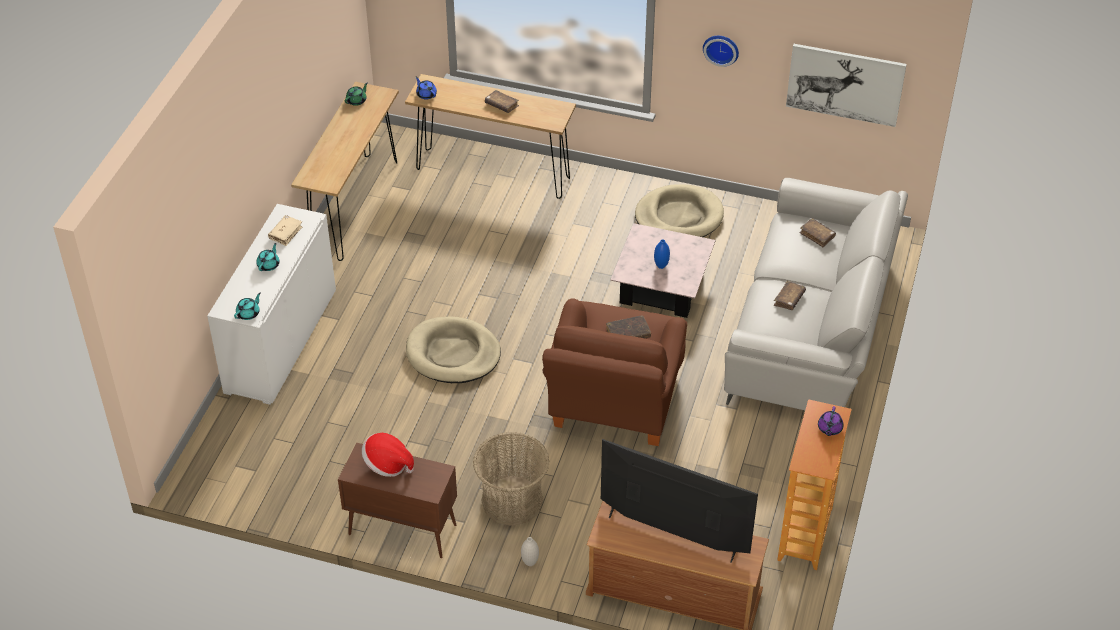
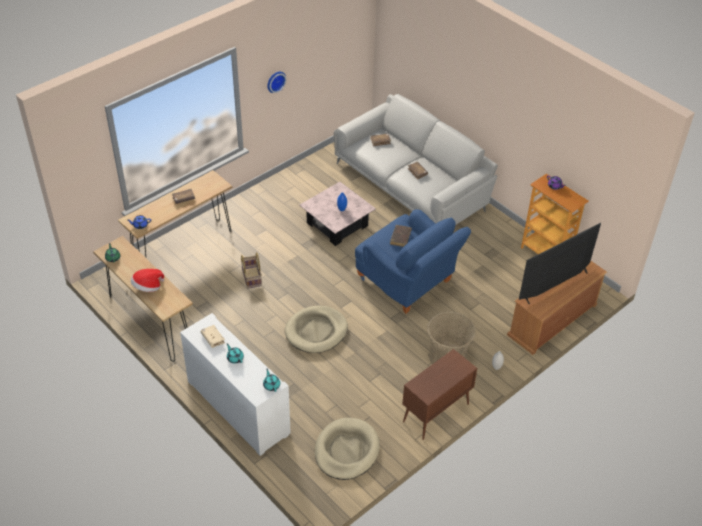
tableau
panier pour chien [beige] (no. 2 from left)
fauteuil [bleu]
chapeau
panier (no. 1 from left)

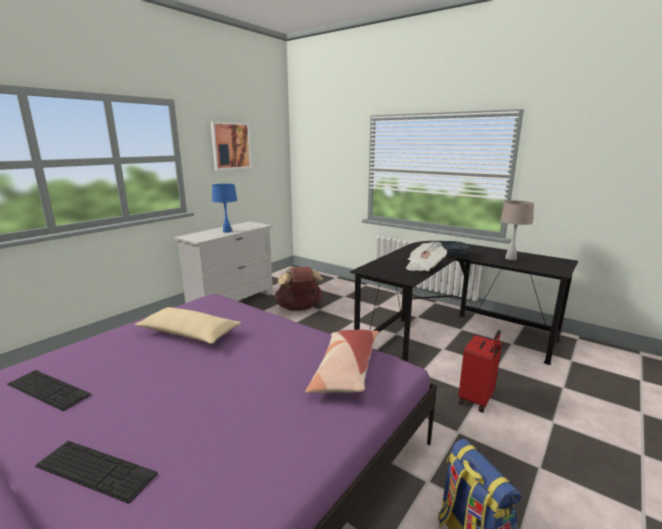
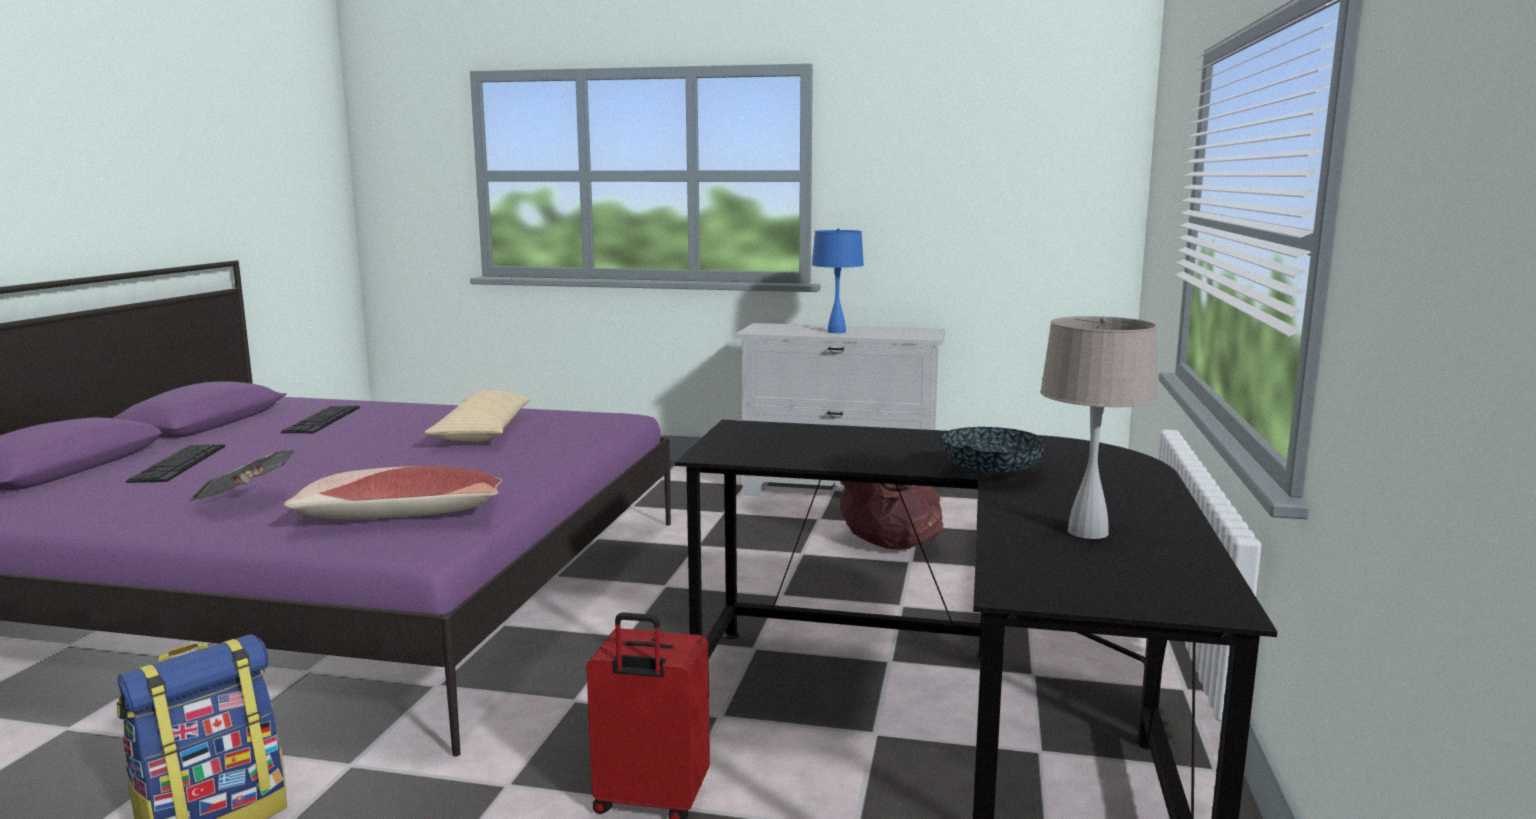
tableau
journal

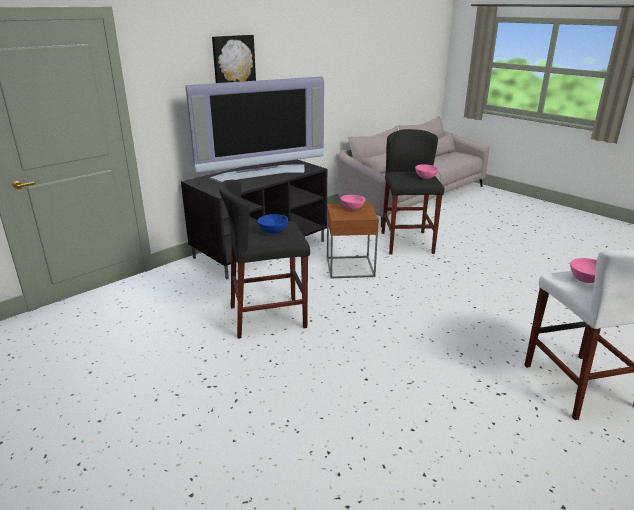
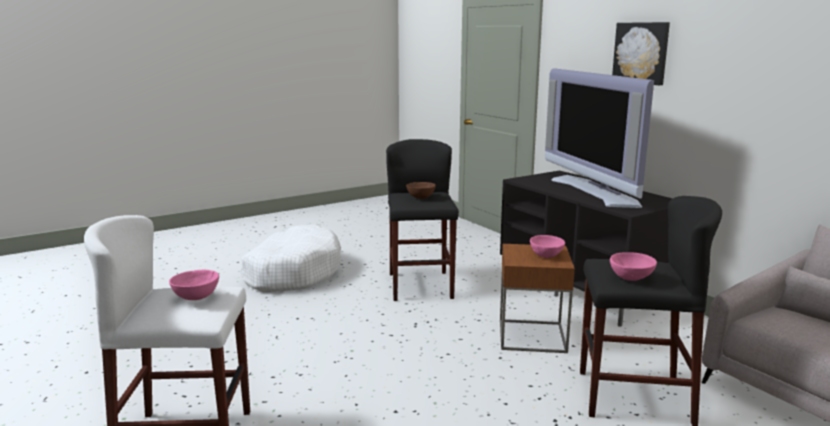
bol [marron]
panier pour chien [blanc]

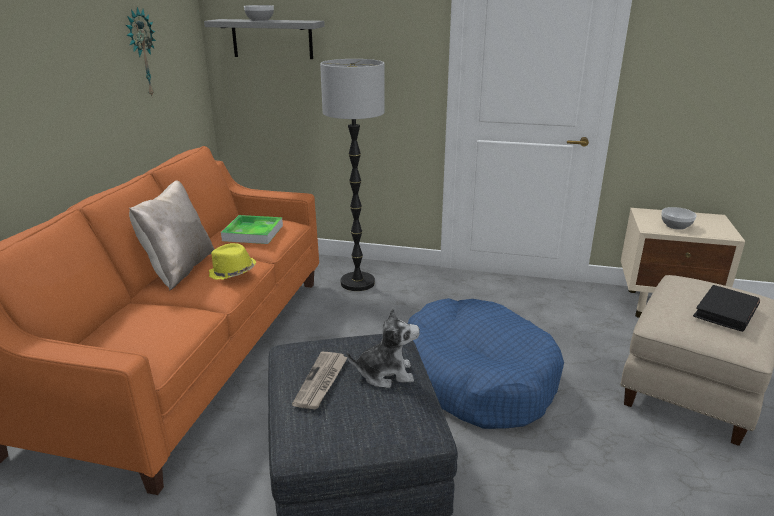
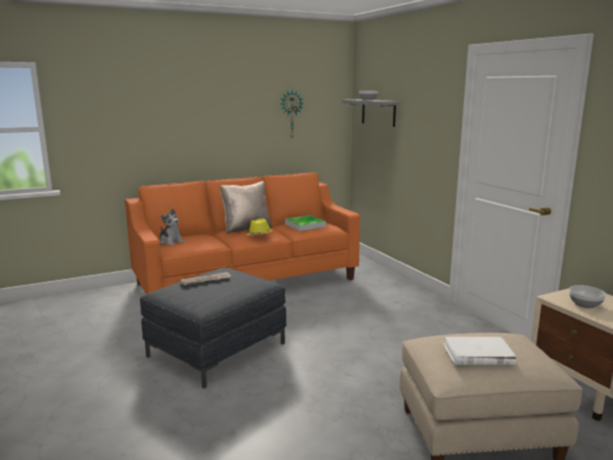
lampadaire
livre [blanc]
panier pour chien [bleu]
peluche

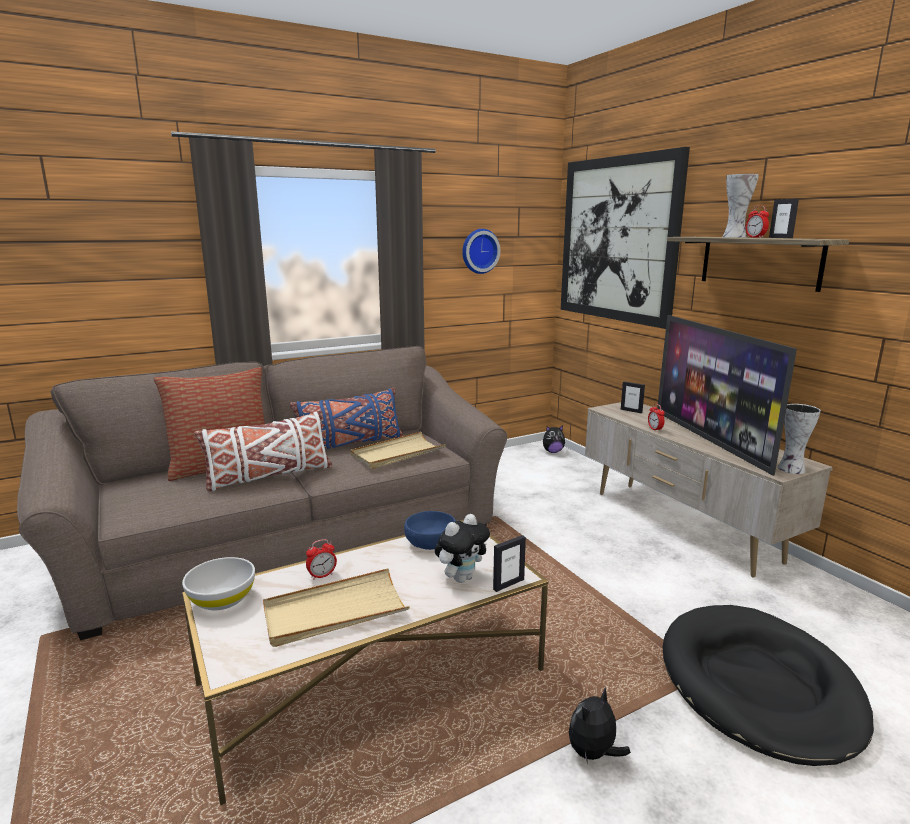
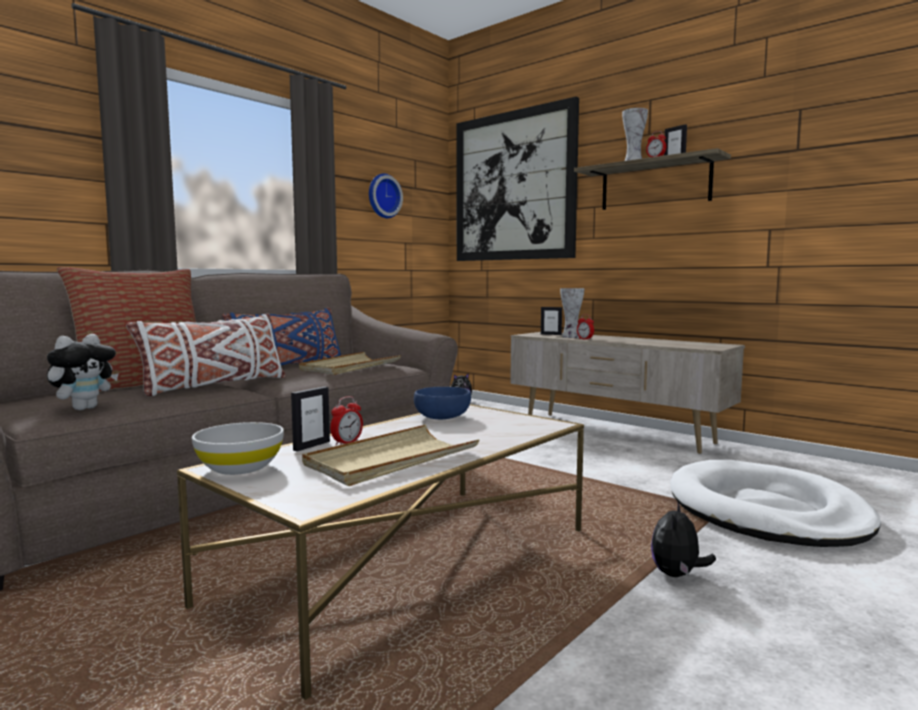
téléviseur
vase (no. 1 from left)
peluche (no. 1 from left)
cadre photo (no. 1 from left)
panier pour chien [blanc]

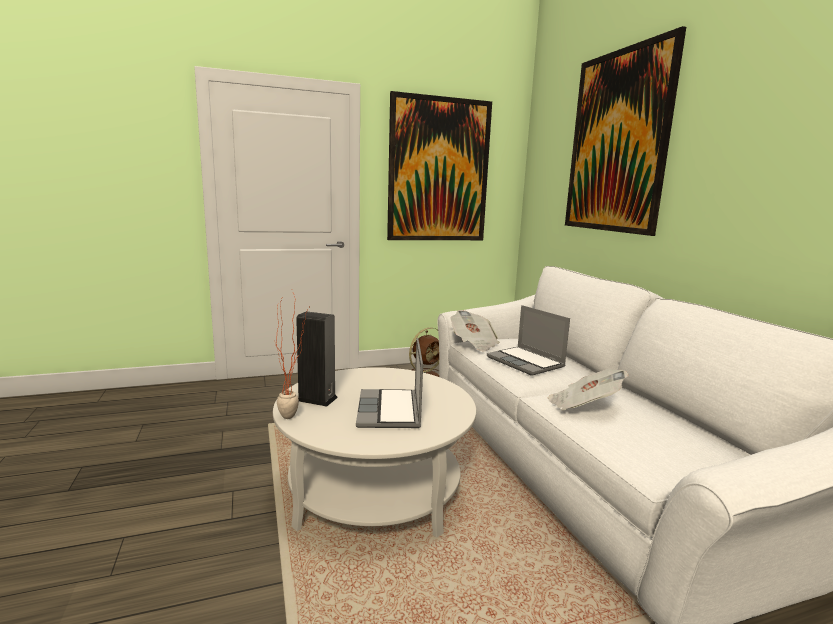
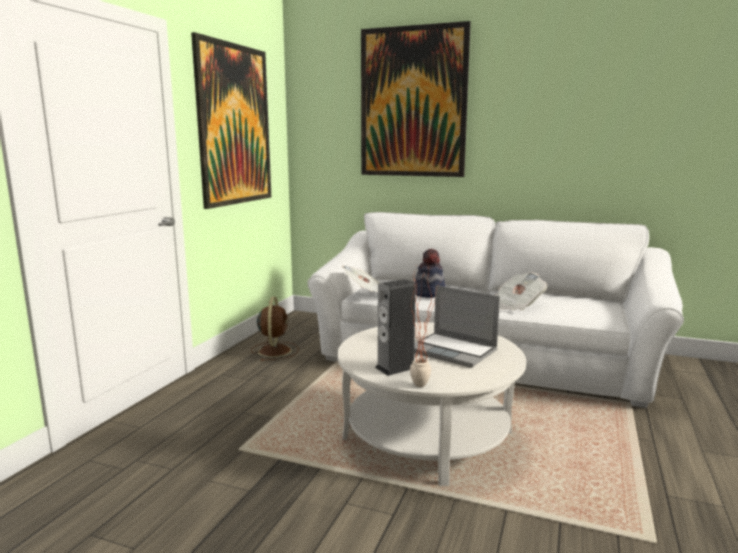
chapeau

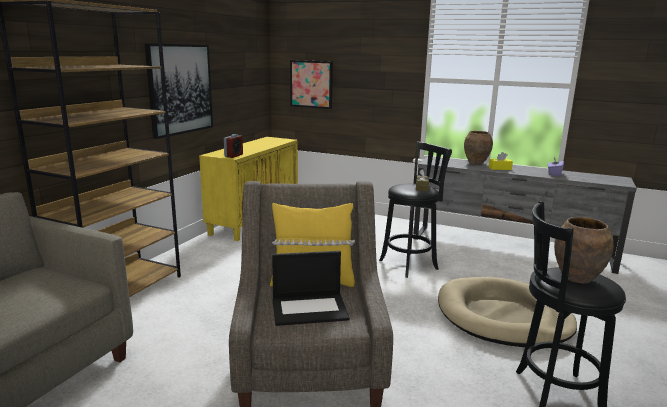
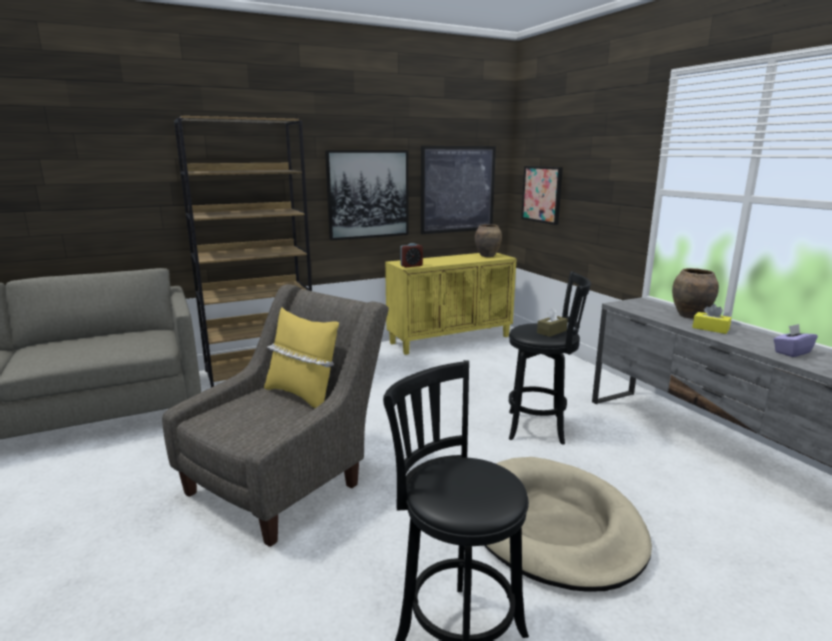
vase [marron] (no. 1 from left)
ordinateur portable
tableau (no. 2 from left)

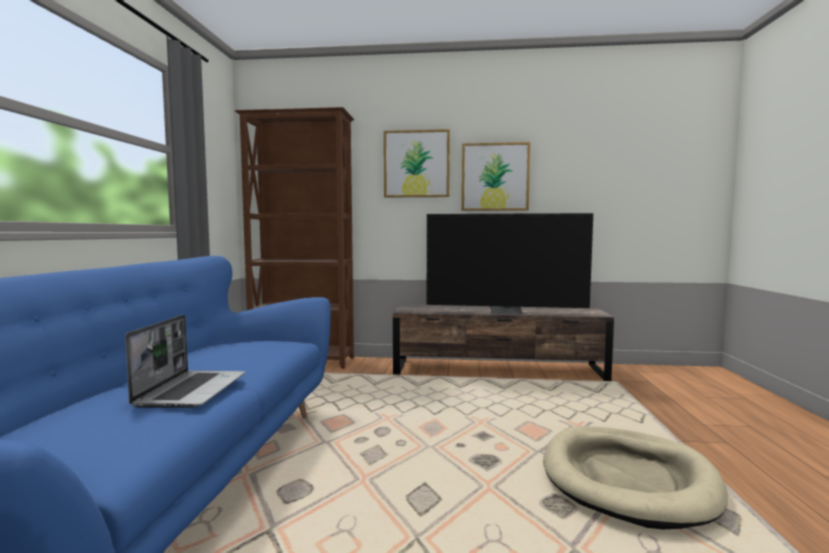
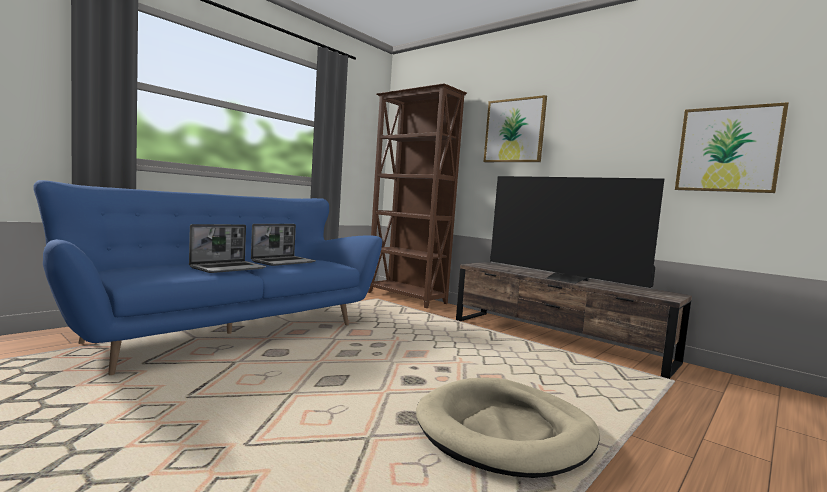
tableau (no. 2 from left)
ordinateur portable (no. 2 from left)

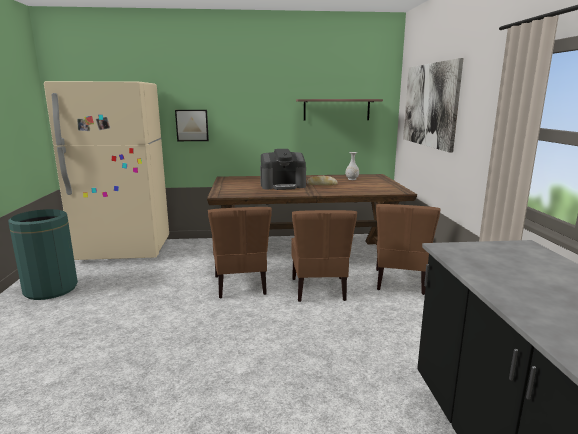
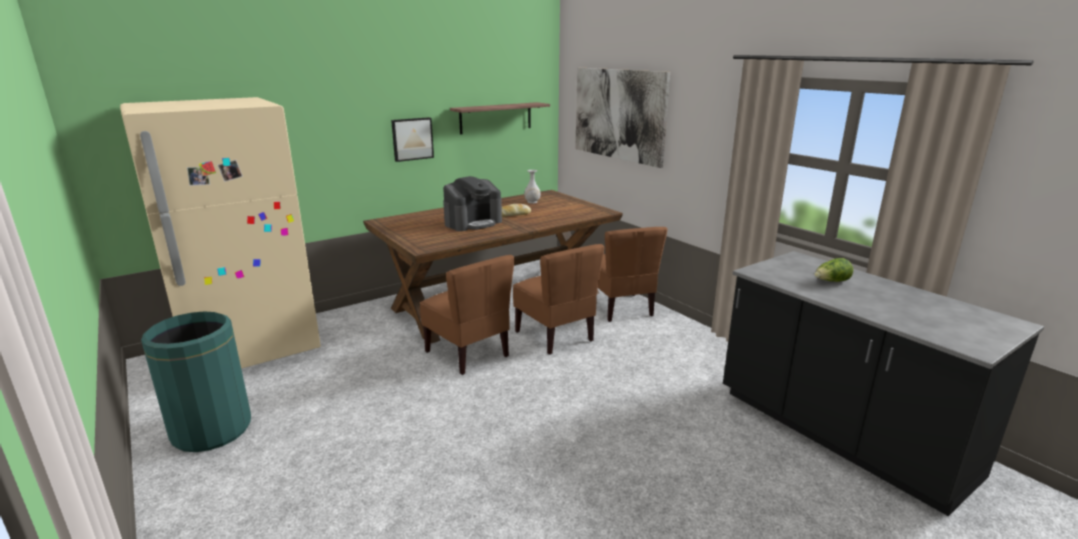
tableau (no. 1 from left)
laitue

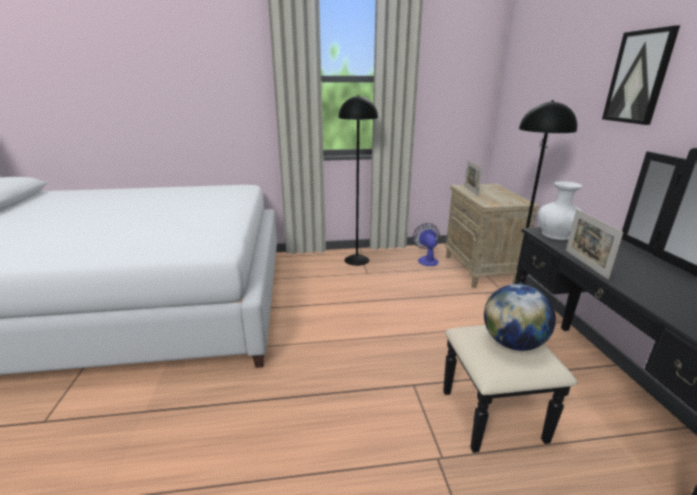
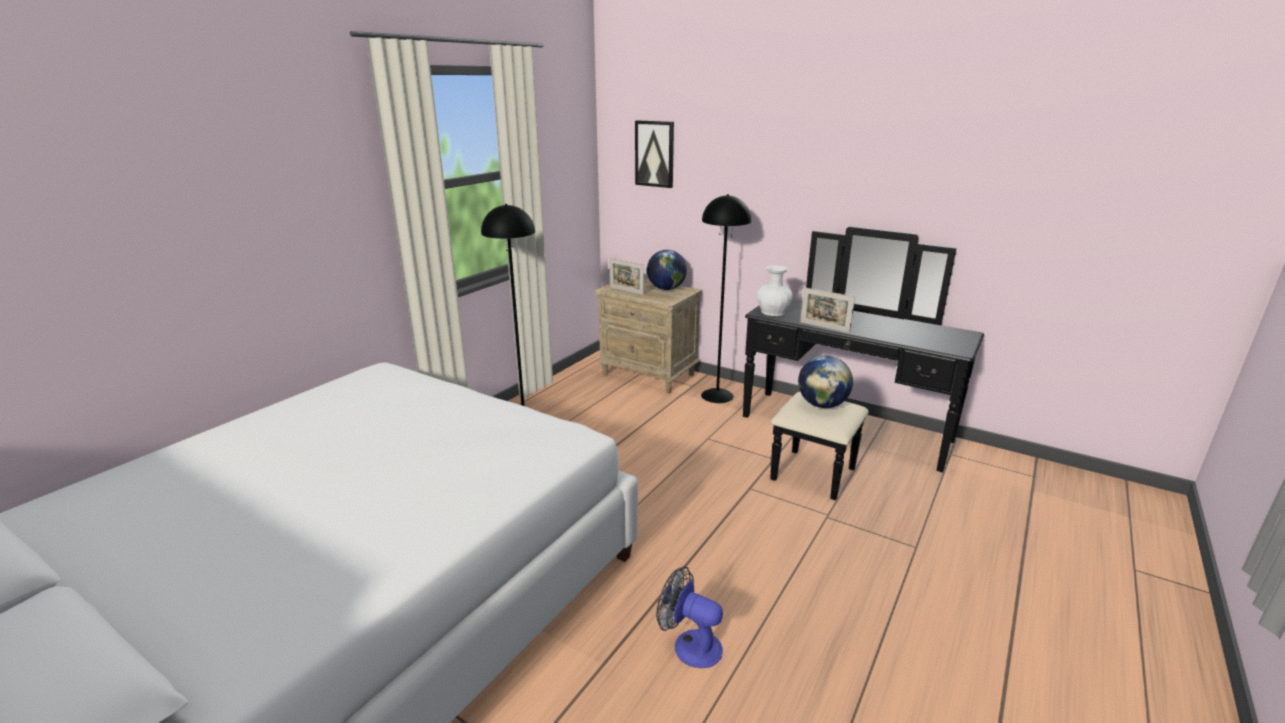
tableau
ventilateur
globe (no. 1 from left)

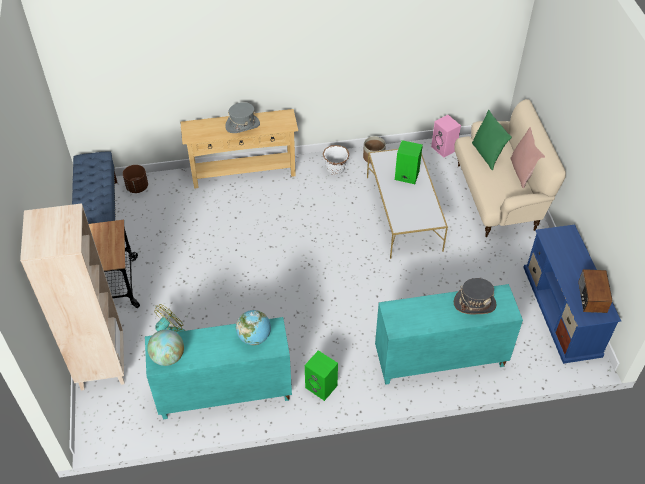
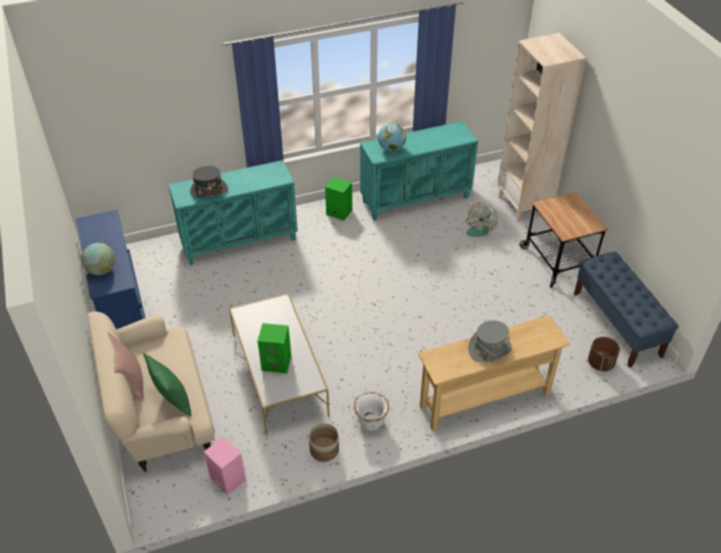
radio
globe (no. 1 from left)

